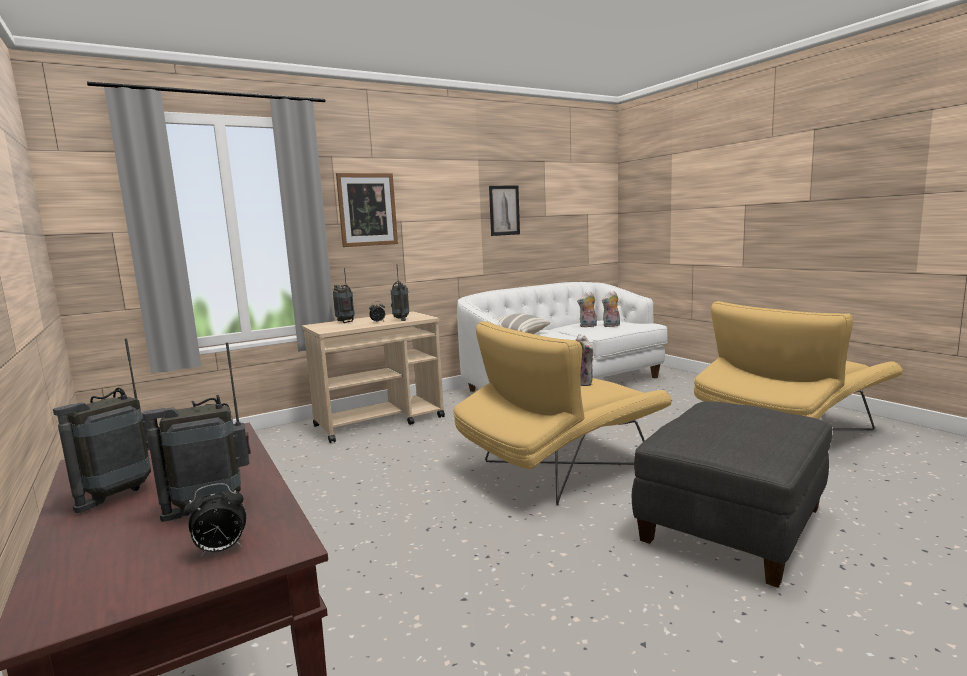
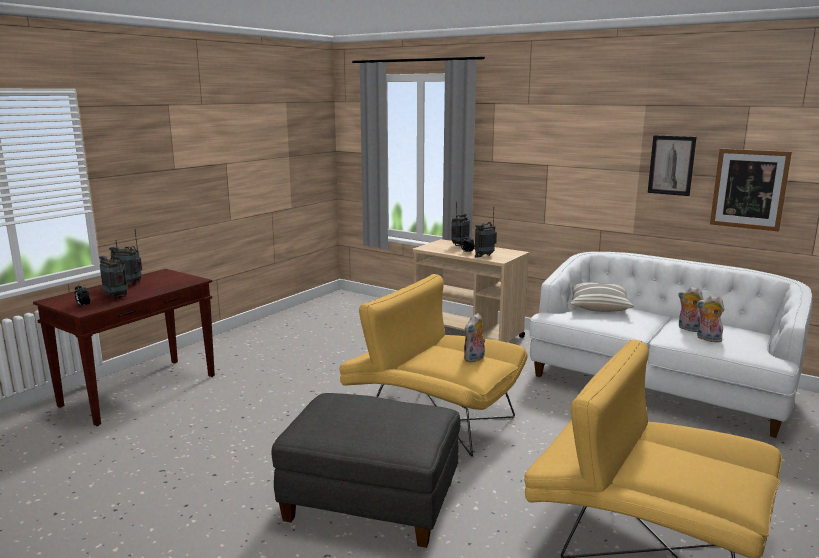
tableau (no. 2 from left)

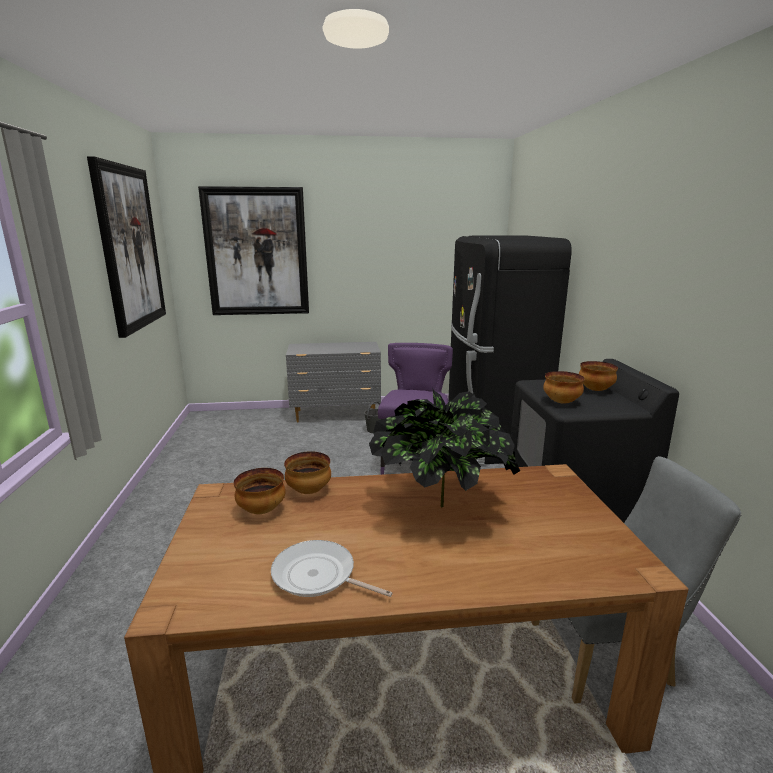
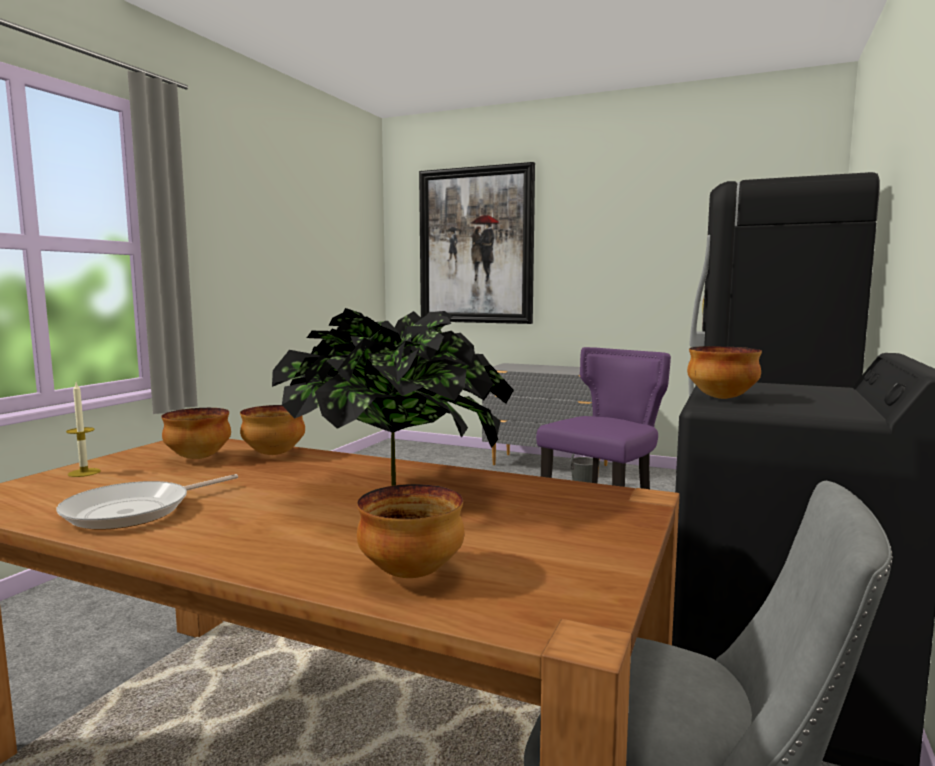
tableau (no. 1 from left in the first image)
bol (no. 3 from left)
poêle
bougie

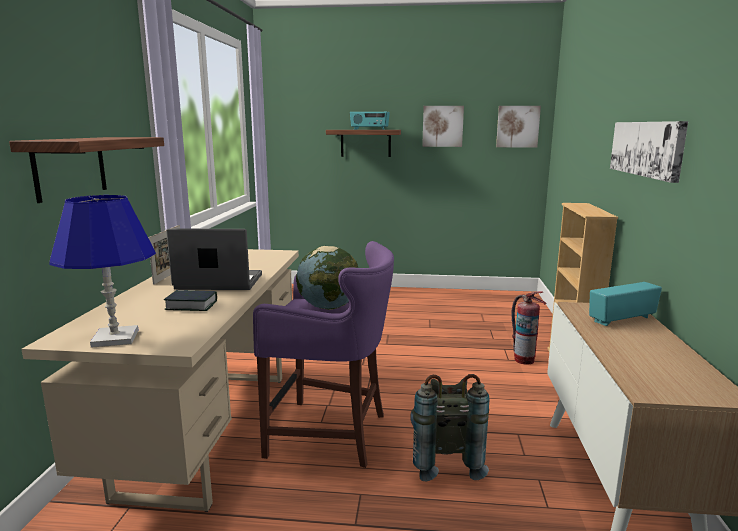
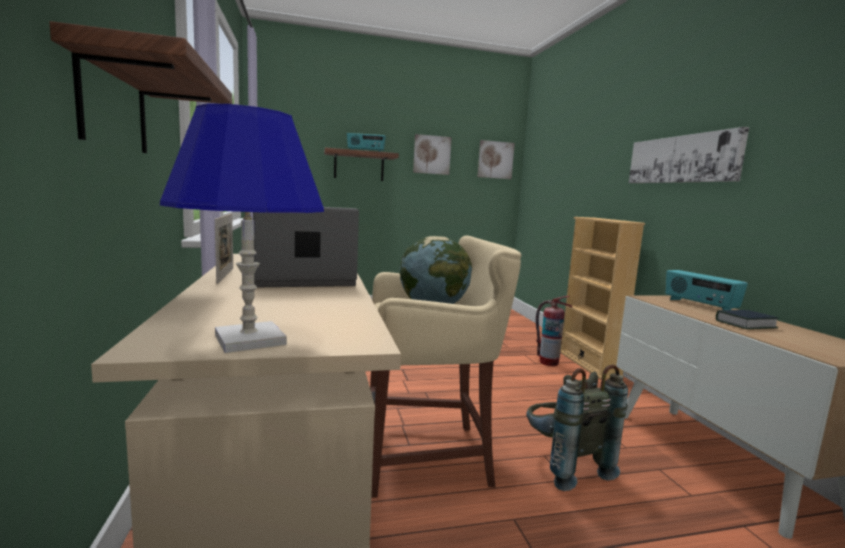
tabouret [beige]
radio (no. 2 from left)
livre

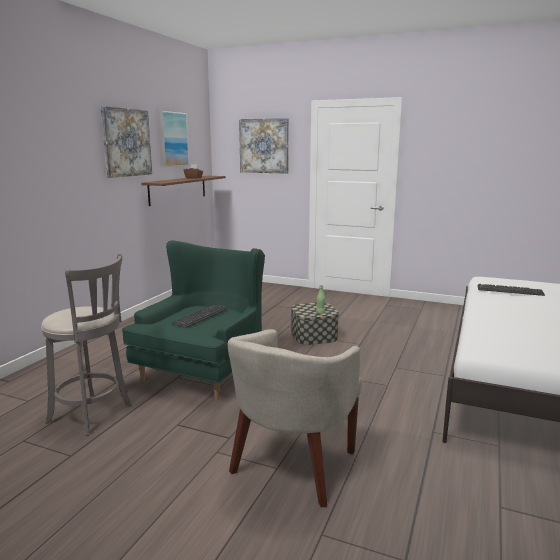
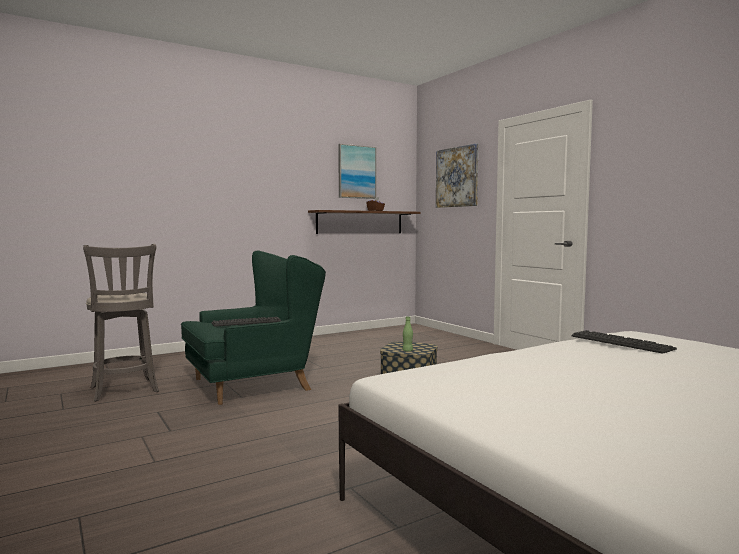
tableau (no. 1 from left in the first image)
fauteuil [beige]

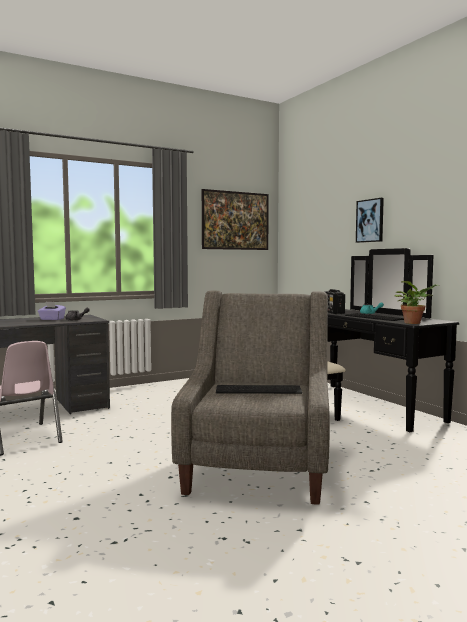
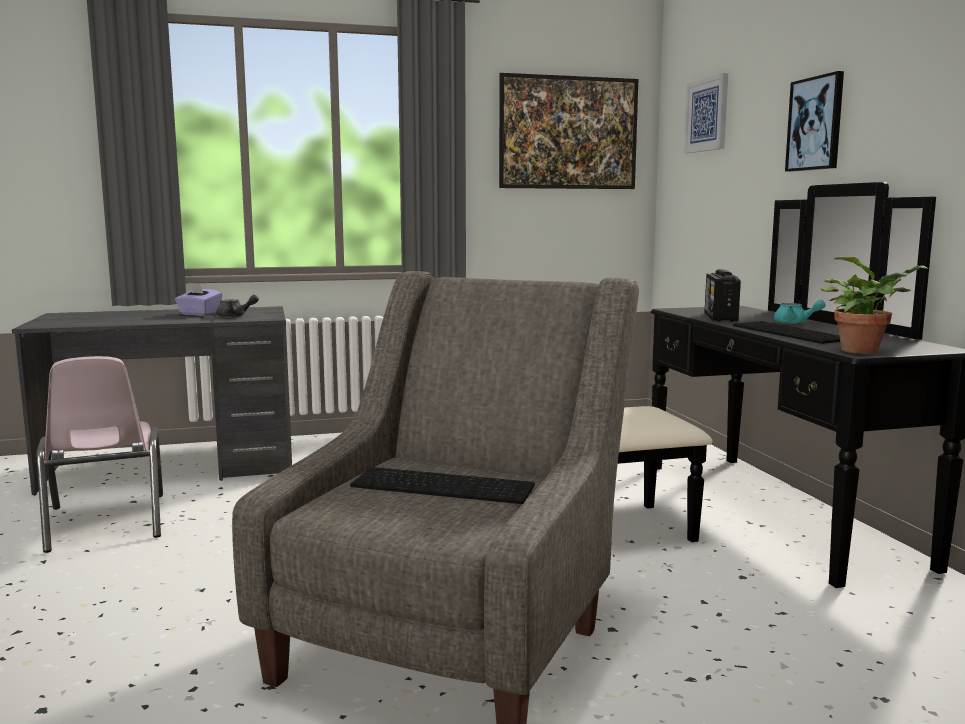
tableau (no. 2 from left)

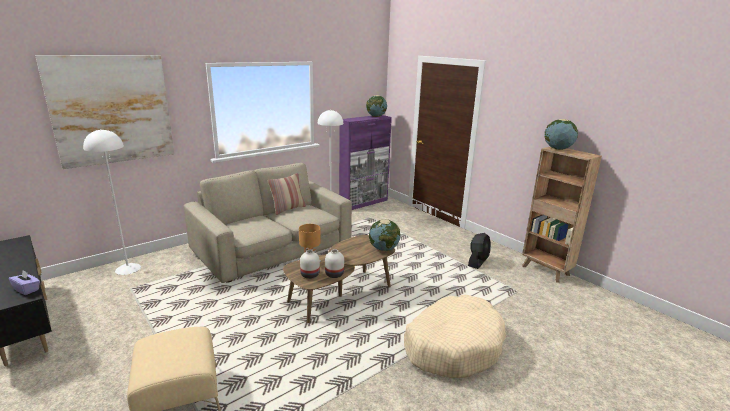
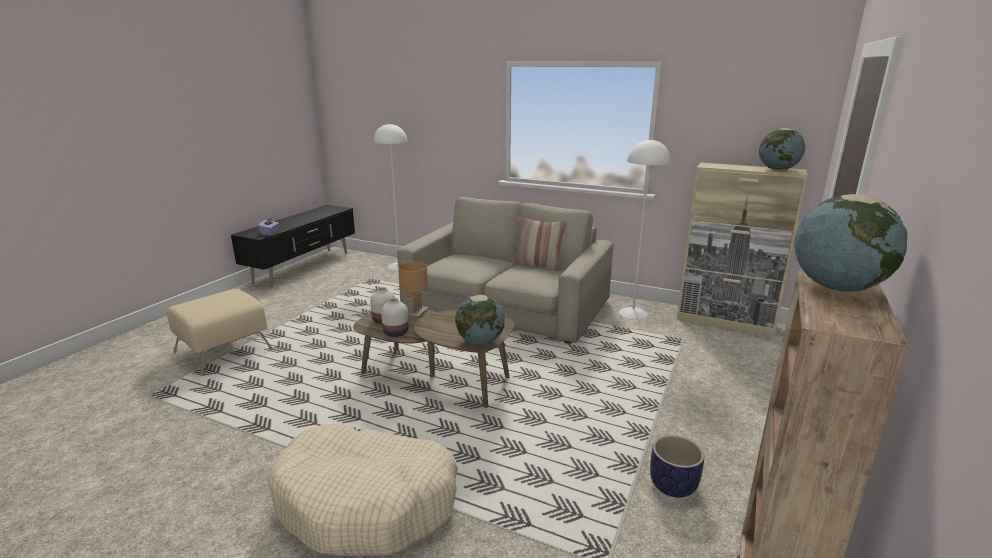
tableau
meuble de rangement [beige]
cache-pot

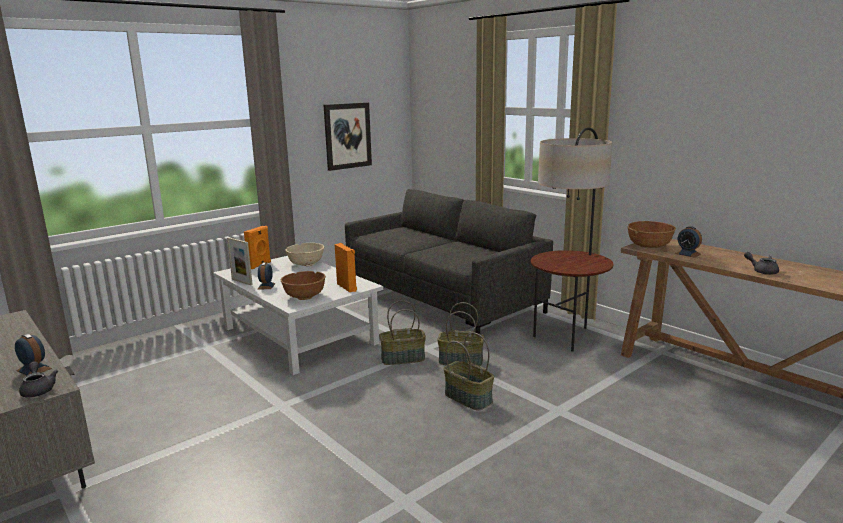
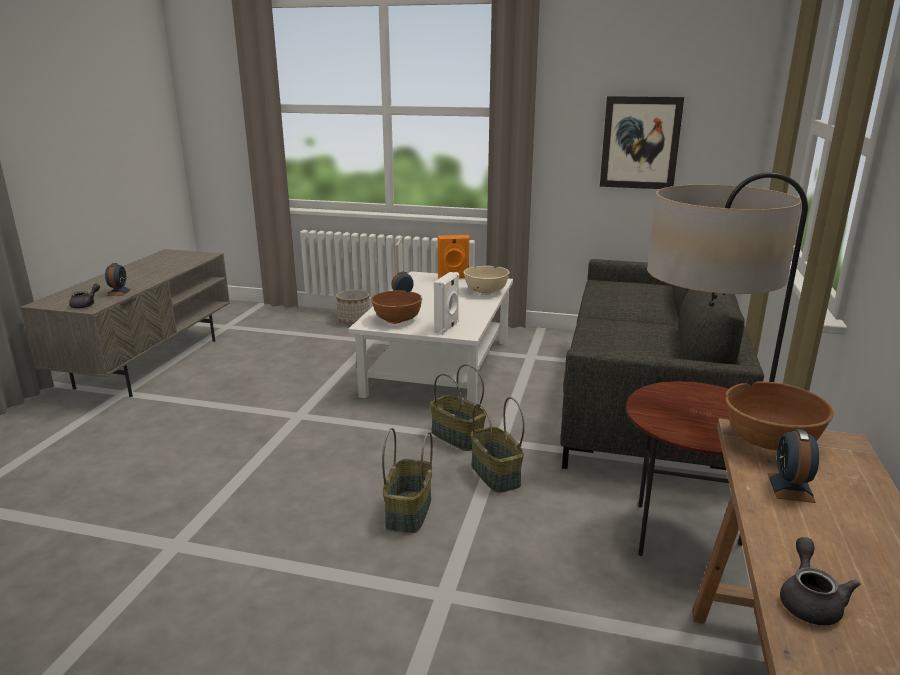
enceinte [blanc]
cache-pot

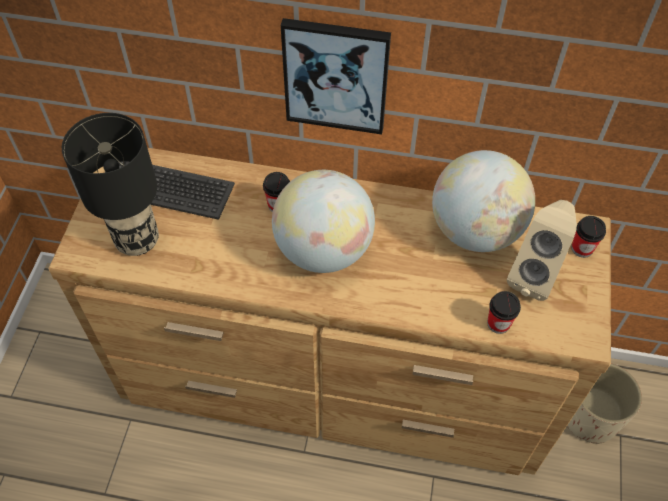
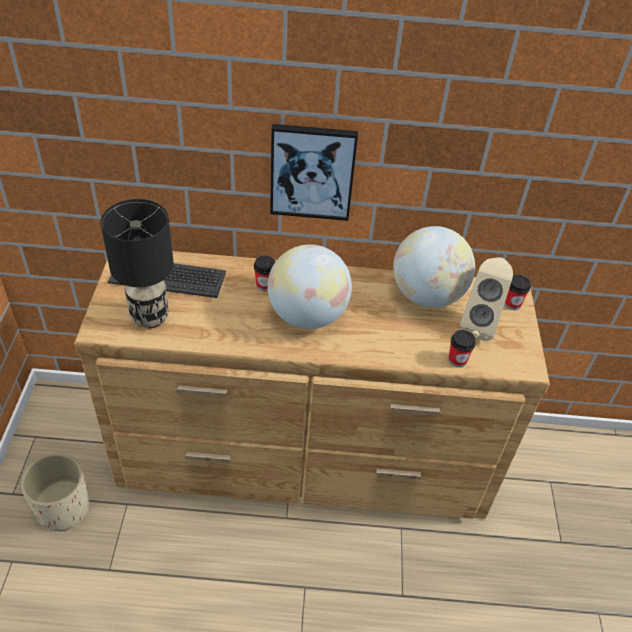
cache-pot [beige]

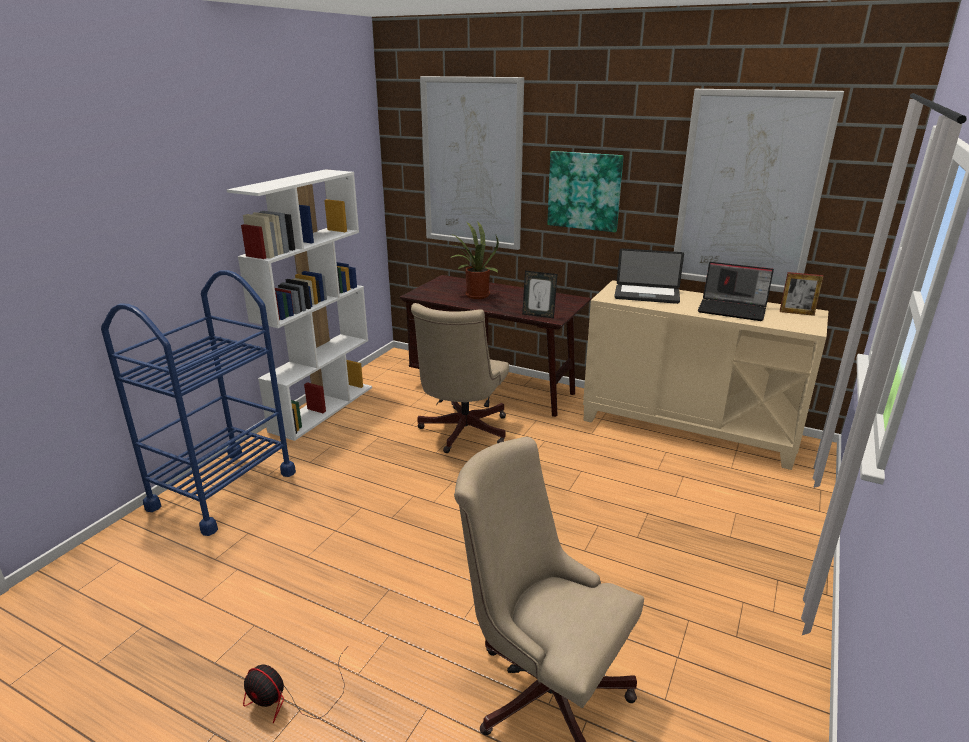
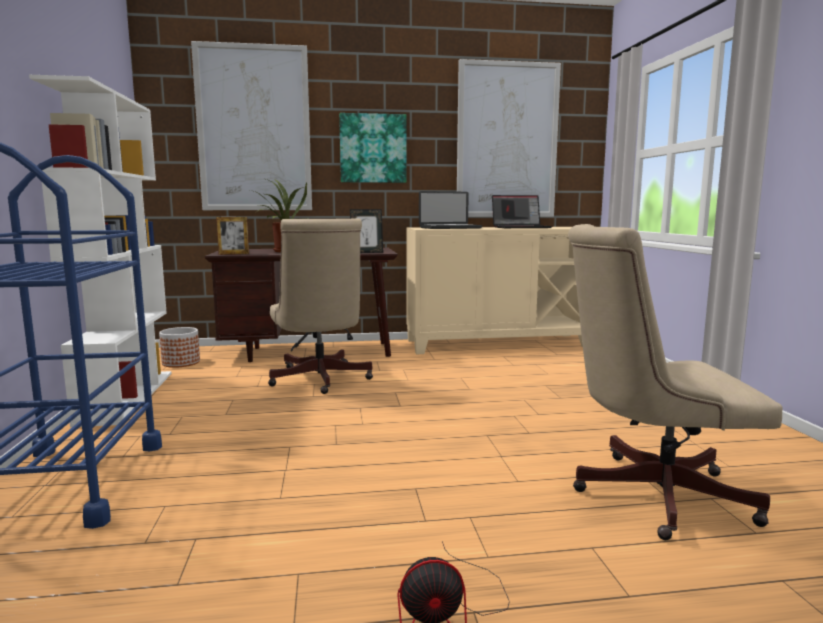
cadre photo (no. 1 from left)
cache-pot

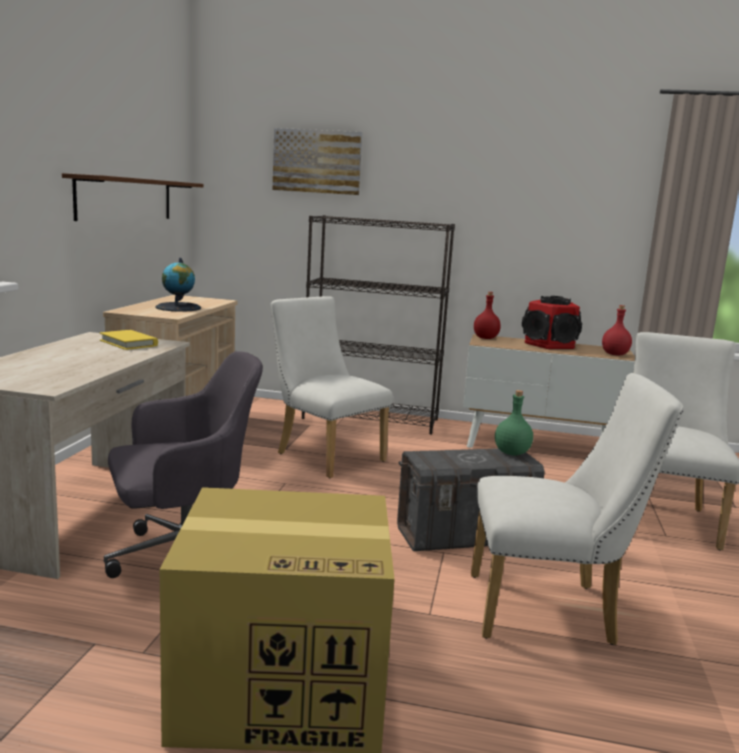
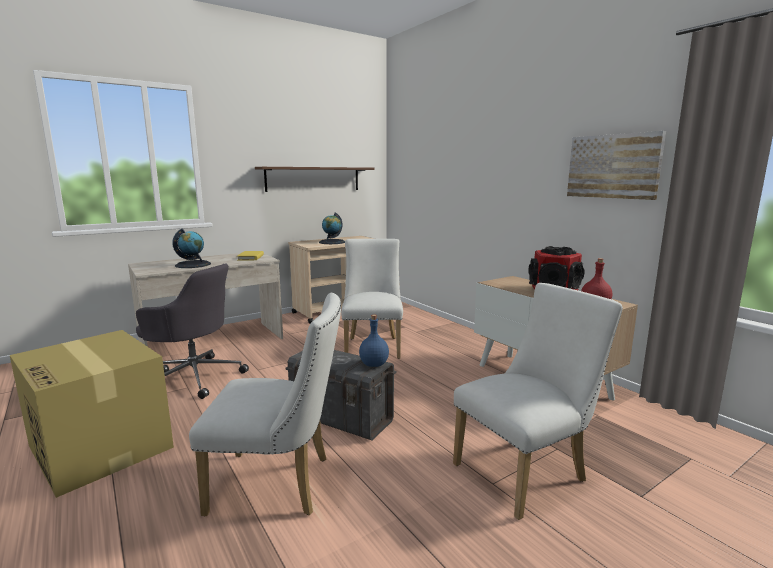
tableau
bibliothèque [noir]
bouteille [rouge] (no. 1 from left in the first image)
chaise [blanc] (no. 1 from left)
bouteille [bleu]
globe (no. 1 from left)

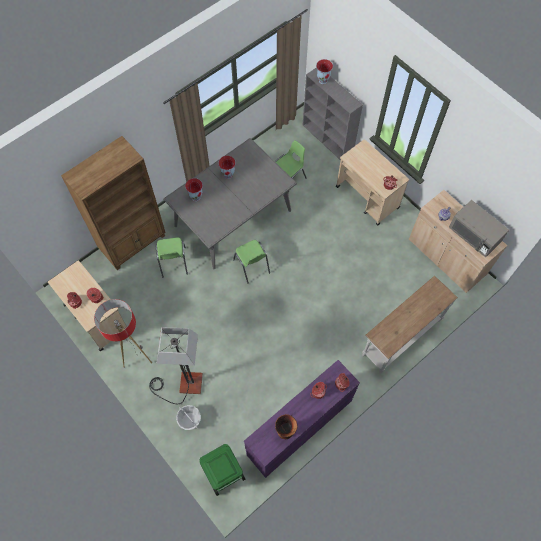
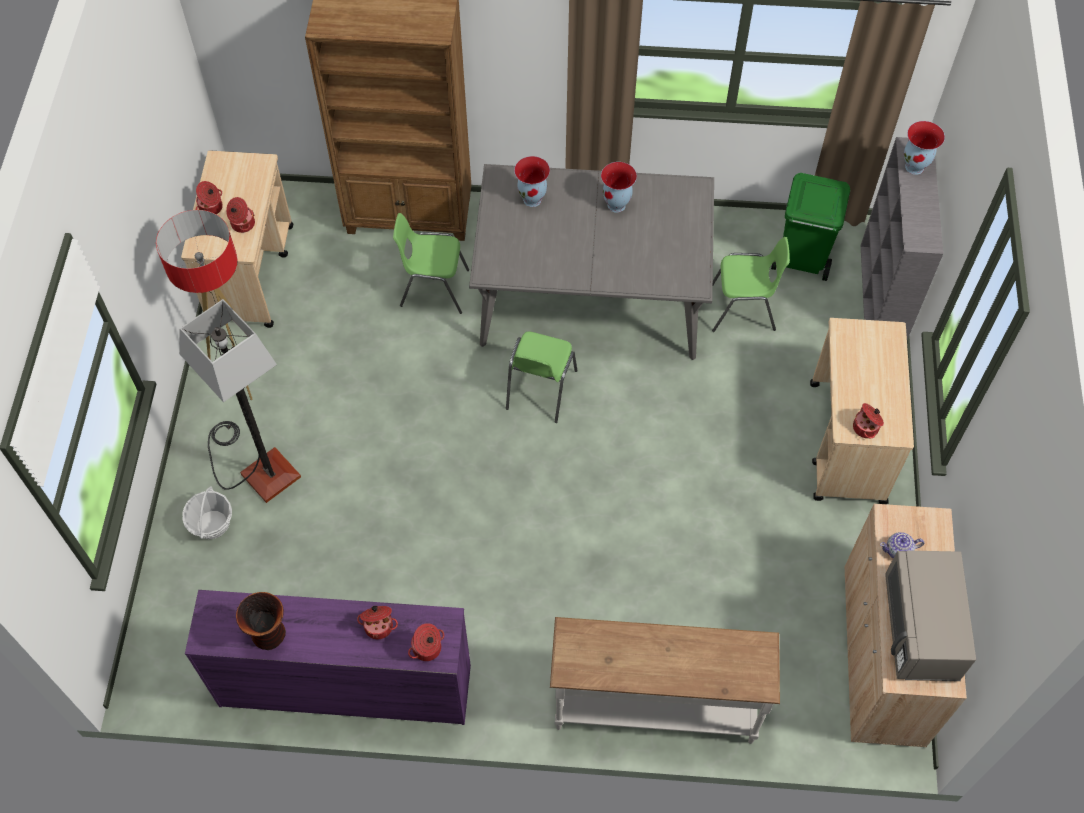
chaise [vert] (no. 1 from left)
poubelle [vert]

